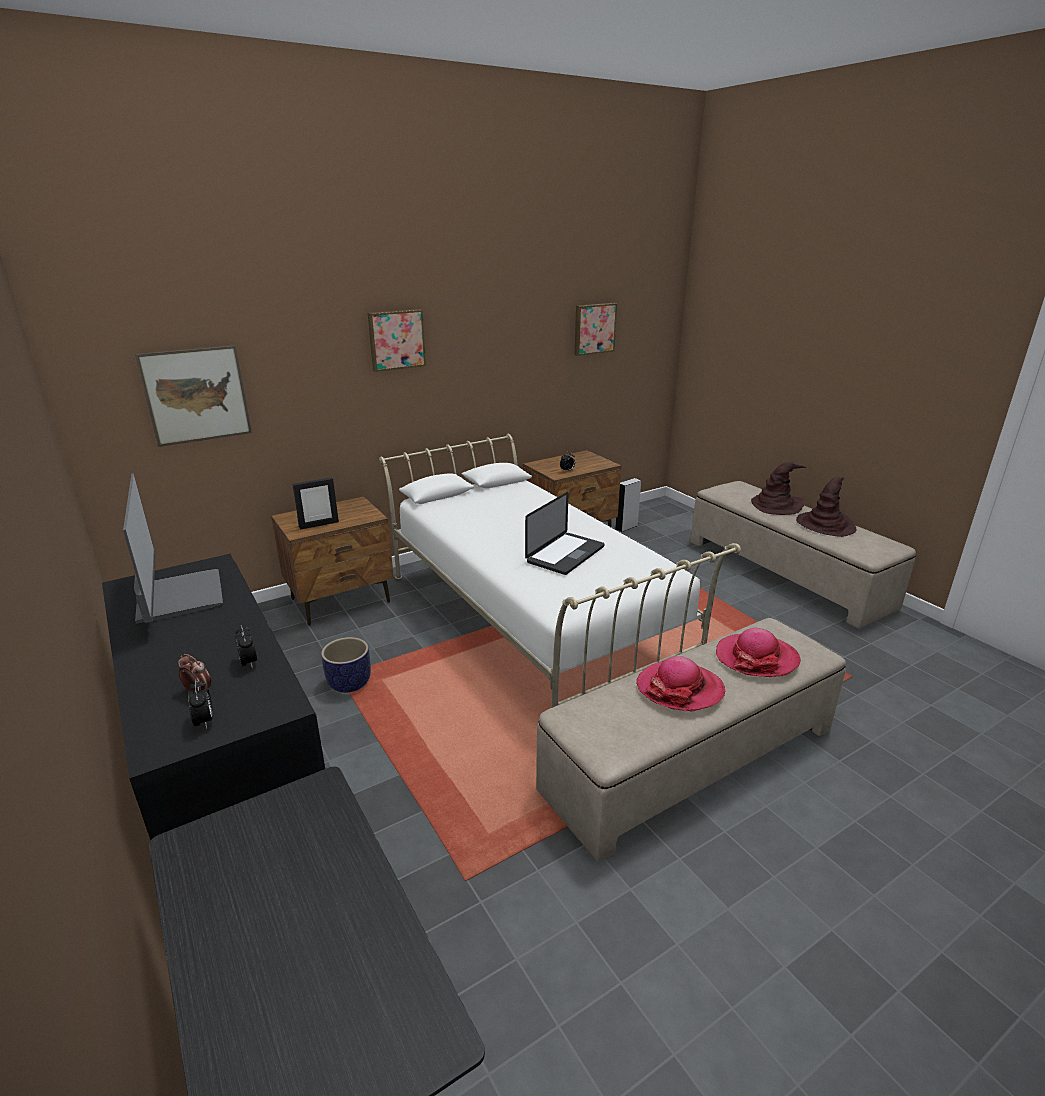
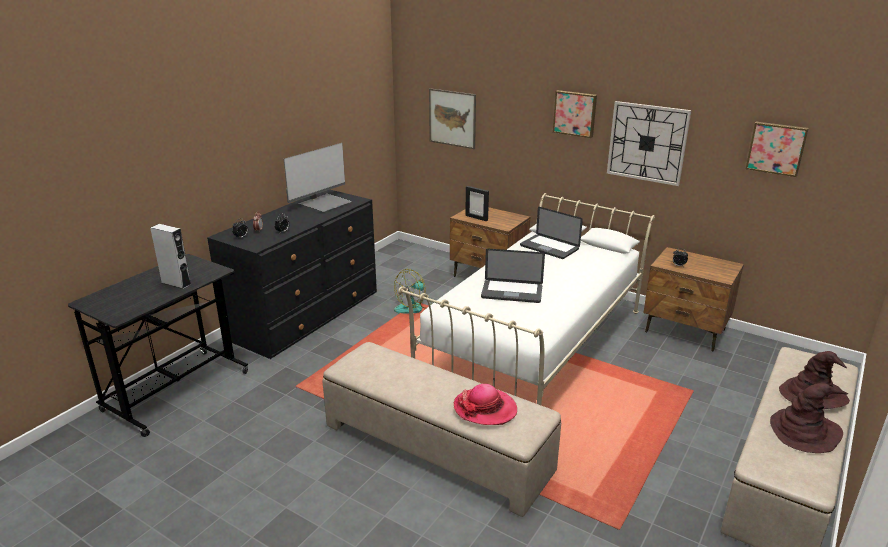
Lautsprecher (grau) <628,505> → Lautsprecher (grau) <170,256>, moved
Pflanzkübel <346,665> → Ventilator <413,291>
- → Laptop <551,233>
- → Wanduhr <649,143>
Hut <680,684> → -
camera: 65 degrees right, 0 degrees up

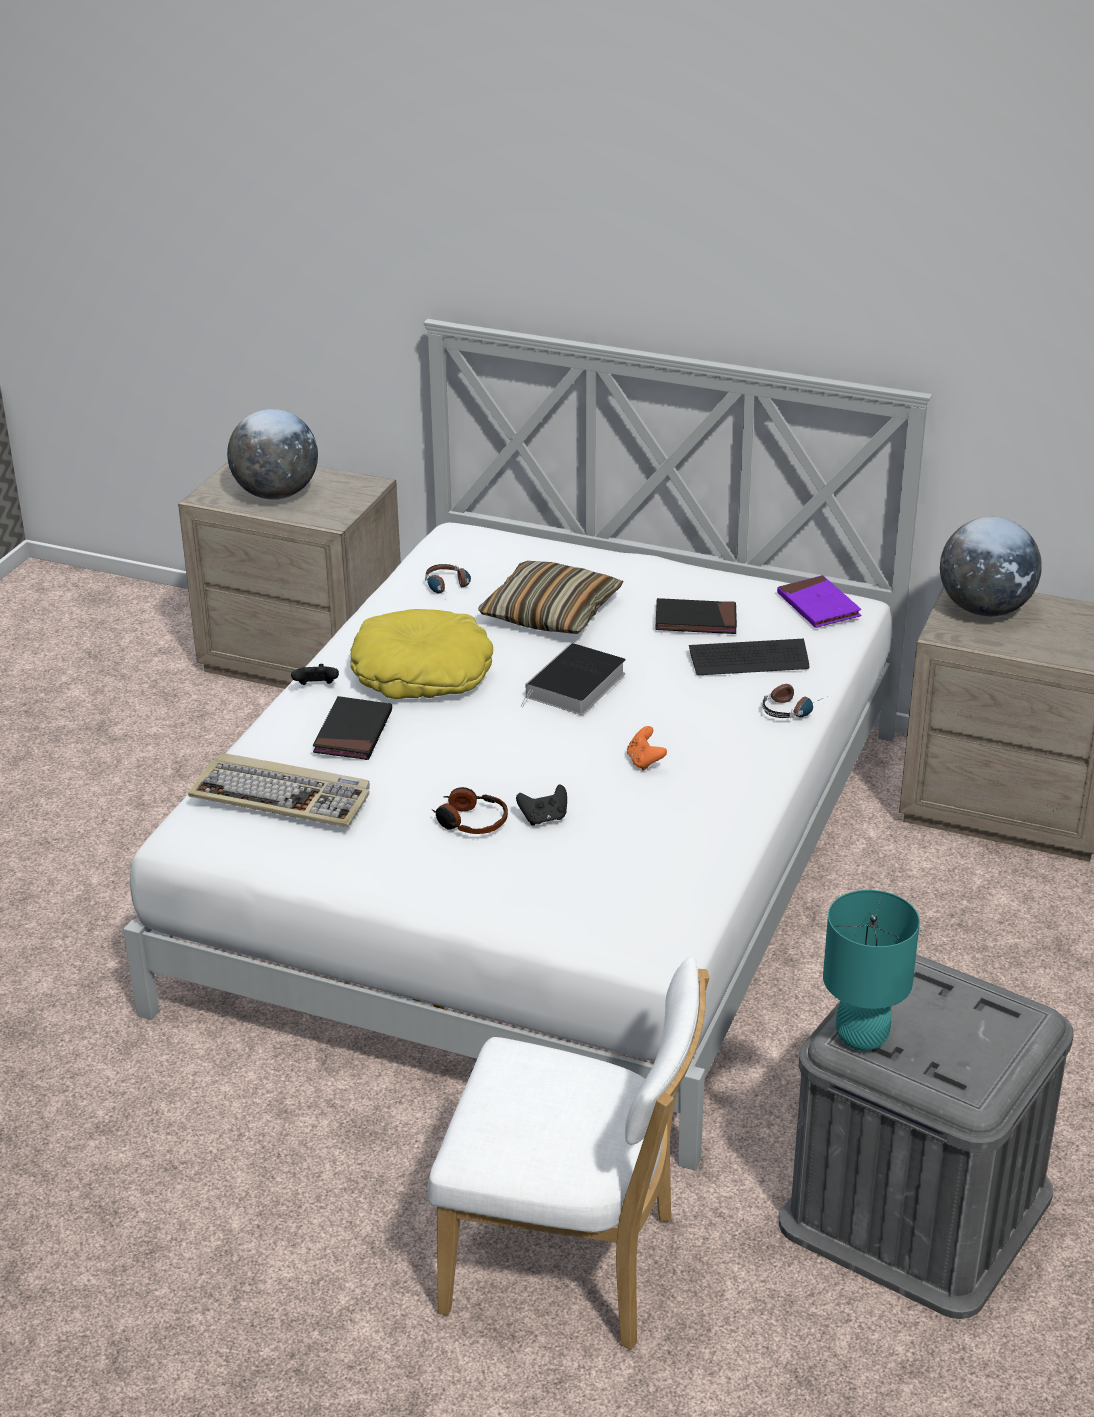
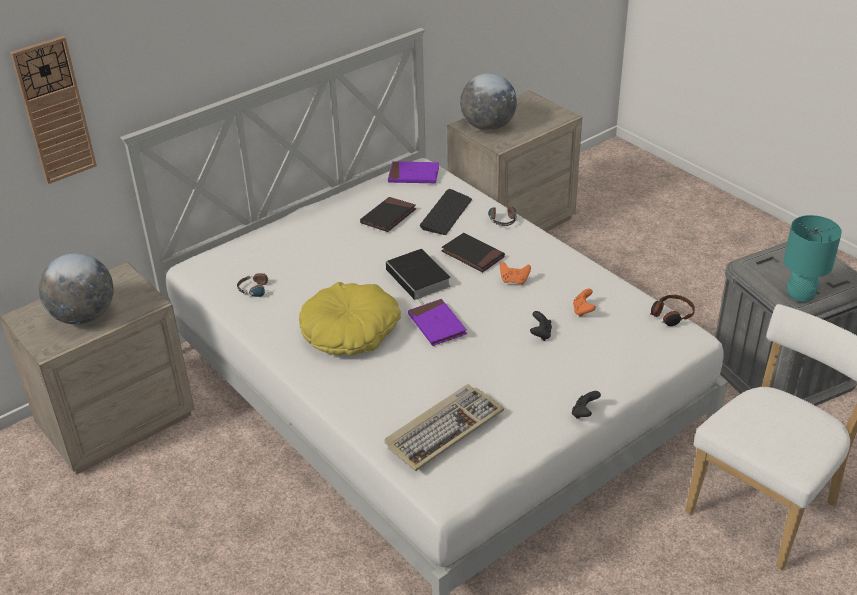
- → Wanduhr <53,110>
- → Buch (lila) <437,322>
Buch (schwarz) <352,728> → Buch (schwarz) <473,252>, moved
Gamepad (schwarz) <315,674> → Gamepad (schwarz) <586,405>, moved
- → Gamepad (orange) <584,303>
Kopfhörer <470,810> → Kopfhörer <672,310>, moved
Kissen <550,597> → -
camera: 60 degrees left, 5 degrees up

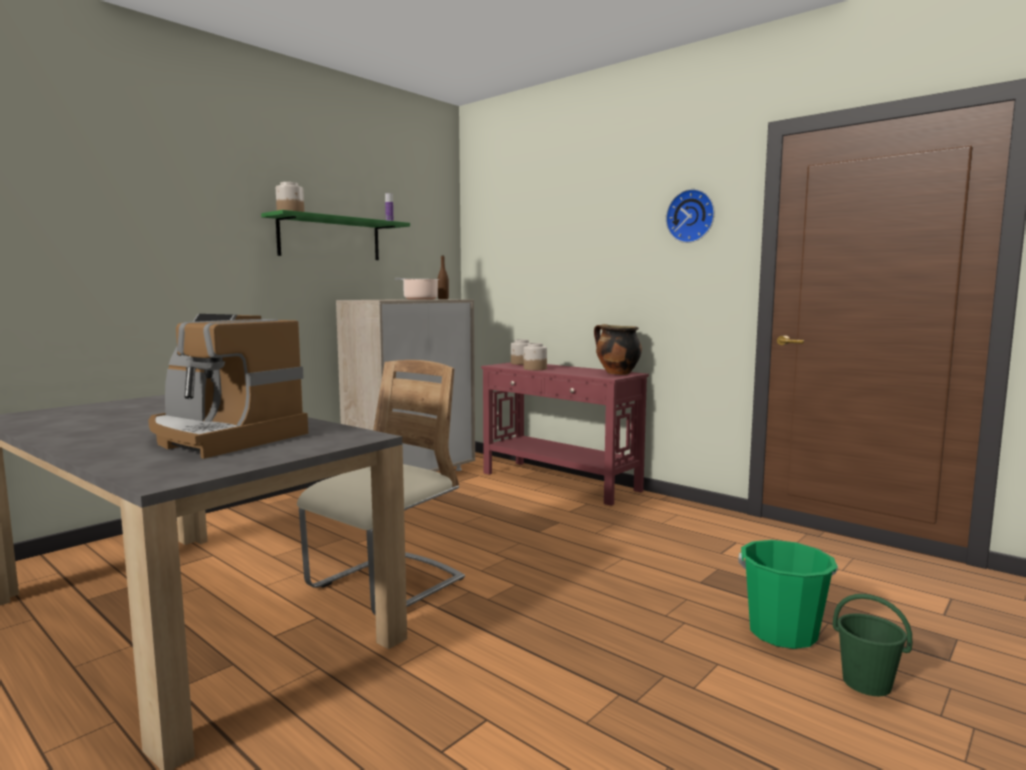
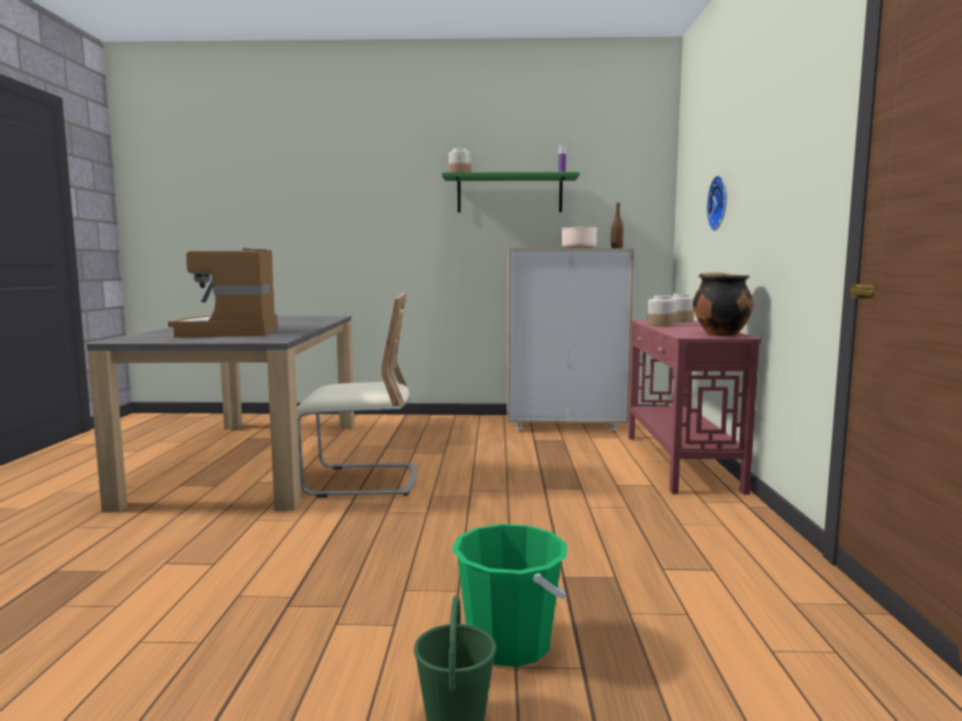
Wanduhr <690,216> → Wanduhr <716,203>, moved
camera: 50 degrees right, 0 degrees up

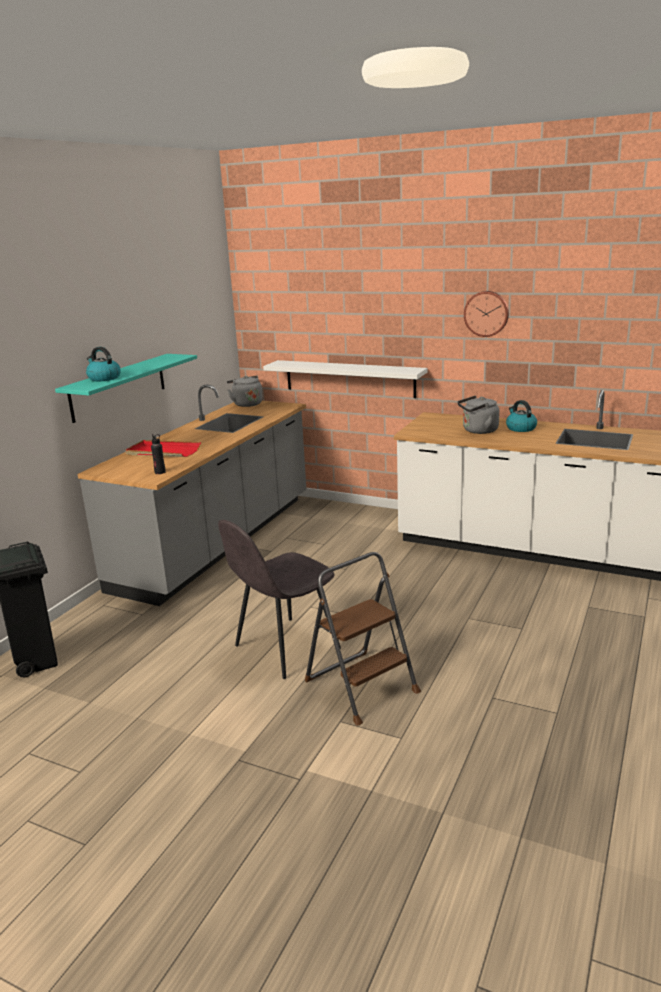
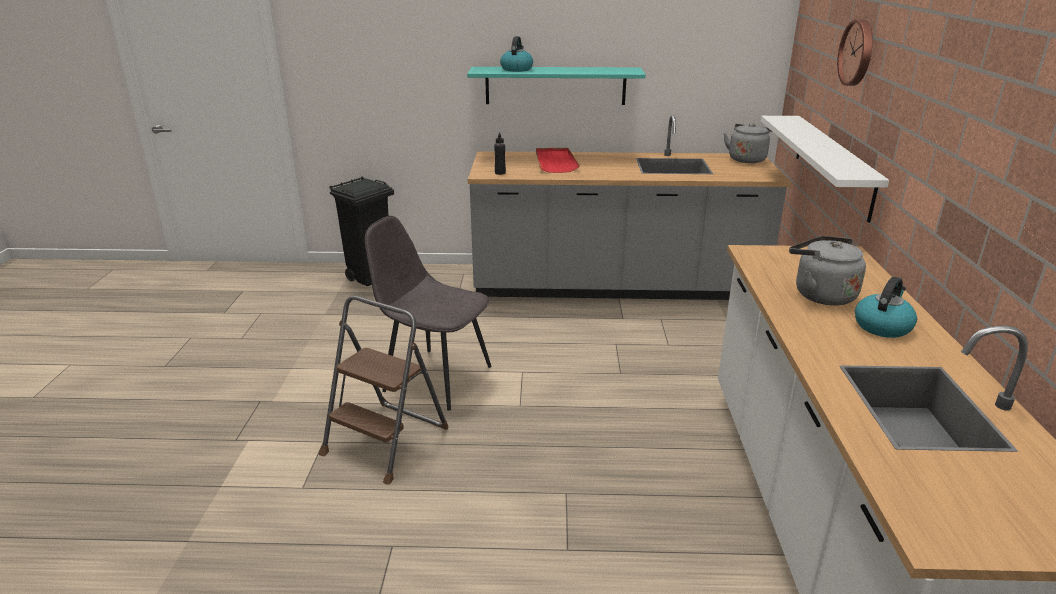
Wanduhr <486,314> → Wanduhr <855,52>, moved
camera: 65 degrees right, 5 degrees up

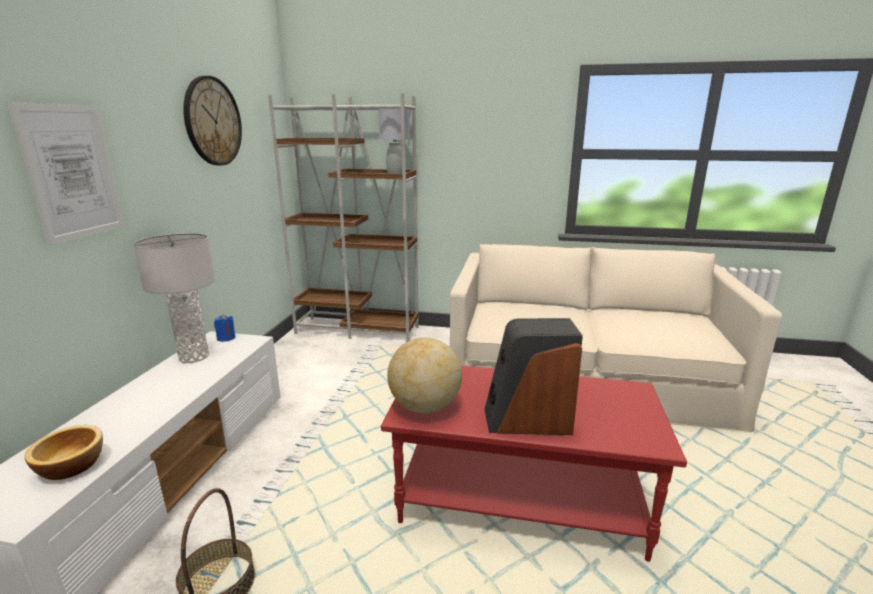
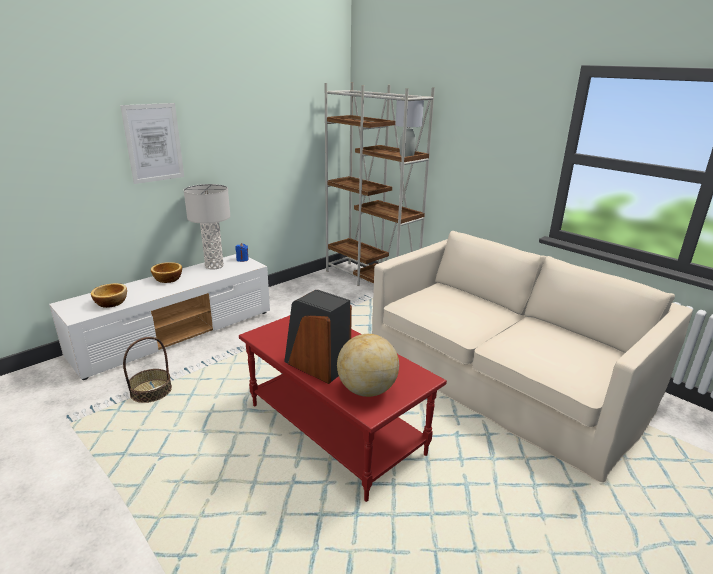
- → Schüssel <166,272>
Globus <424,375> → Globus <368,365>, moved
Wanduhr <212,120> → -
camera: 35 degrees right, 5 degrees up

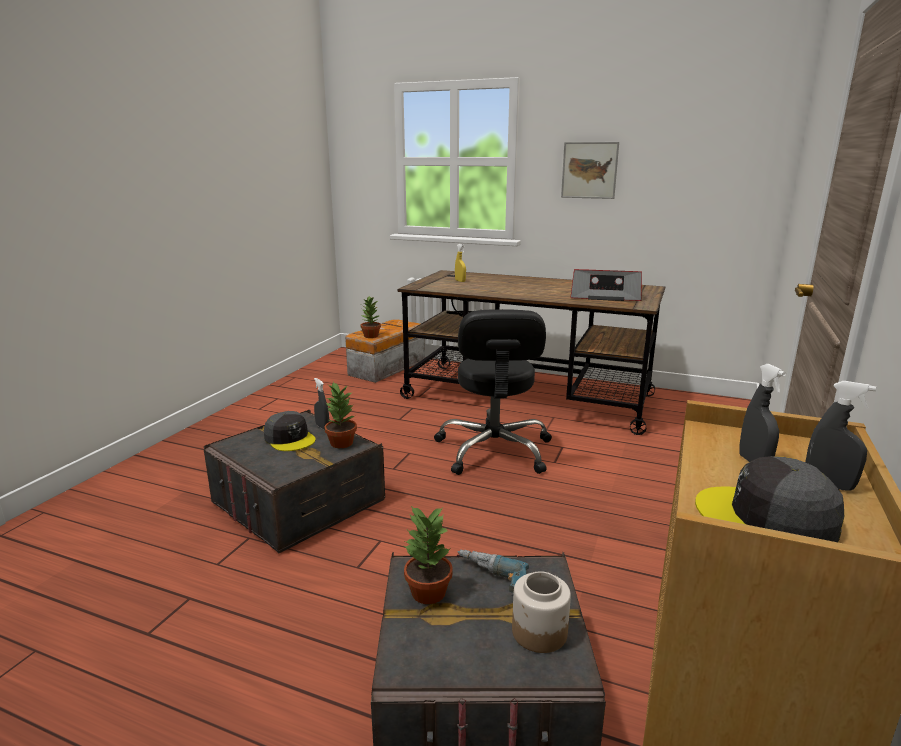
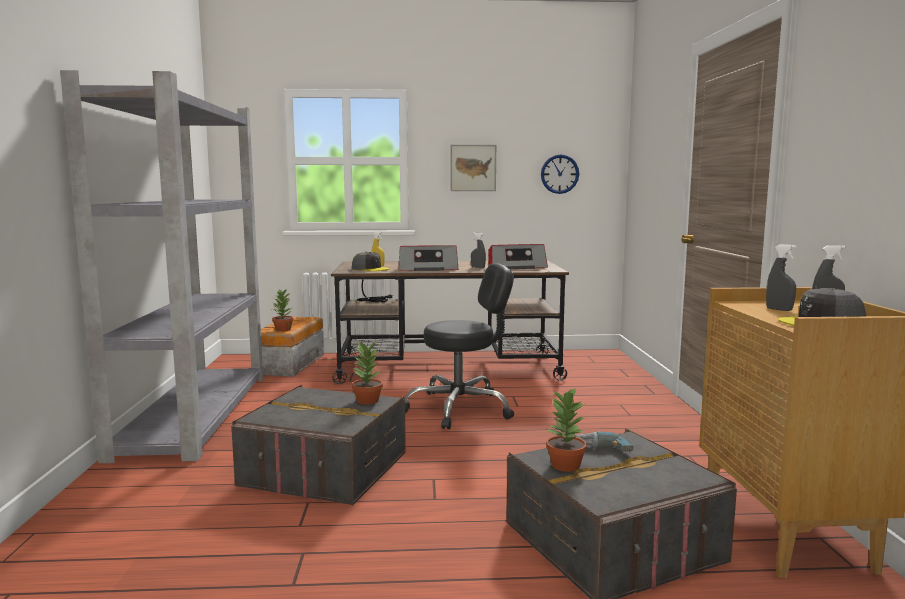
- → Bücherregal (grau) <161,266>
Kappe (grau) <290,431> → Kappe (grau) <371,261>, moved
- → Radio <428,258>
Bürostuhl (schwarz) <493,392> → Bürostuhl (schwarz) <459,346>, 75 degrees counterclockwise
Sprühflasche (grau) <322,404> → Sprühflasche (grau) <478,250>, moved
- → Wanduhr <560,174>
Vorratsglas <541,612> → -
camera: 25 degrees left, 10 degrees down

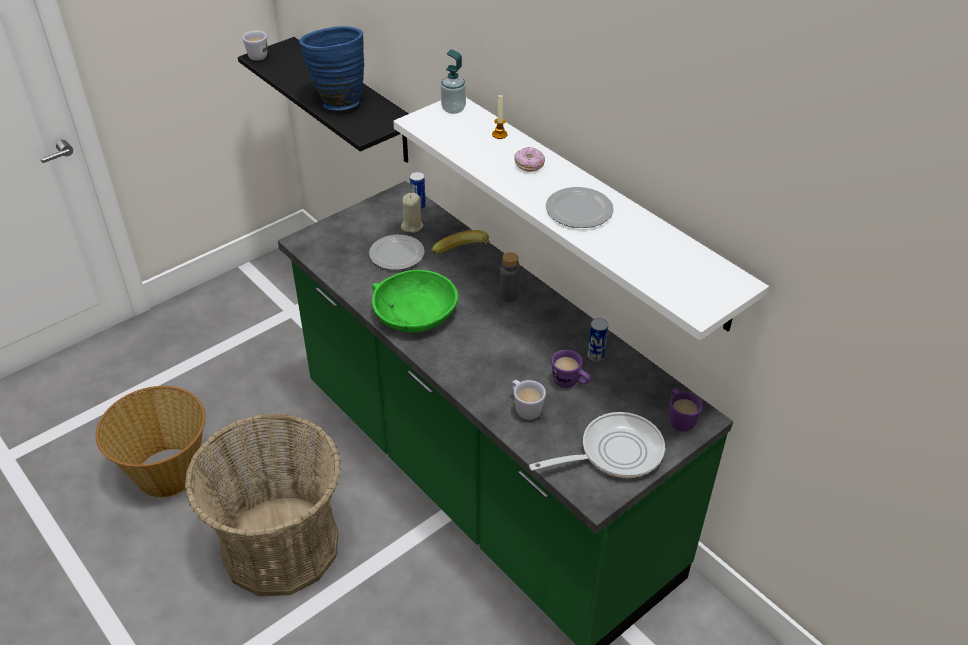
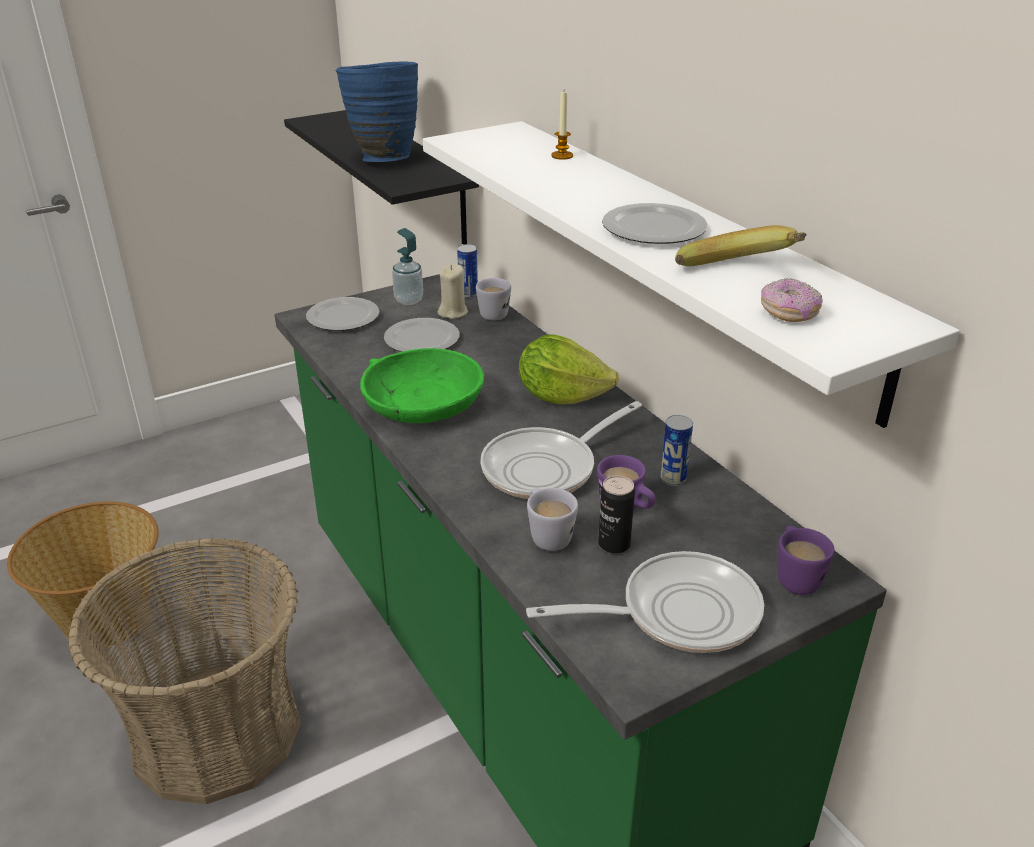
- → Teller <343,314>
Seifenspender <453,81> → Seifenspender <407,266>, moved
Henkelbecher (weiß) <255,46> → Henkelbecher (weiß) <493,299>, moved
- → Pfanne <561,450>
Flasche (grau) <510,277> → Salatkopf <569,369>
- → Dose <616,514>
Banane <461,242> → Banane <741,245>, moved
Donut <529,159> → Donut <792,300>, moved
camera: 10 degrees right, 10 degrees down

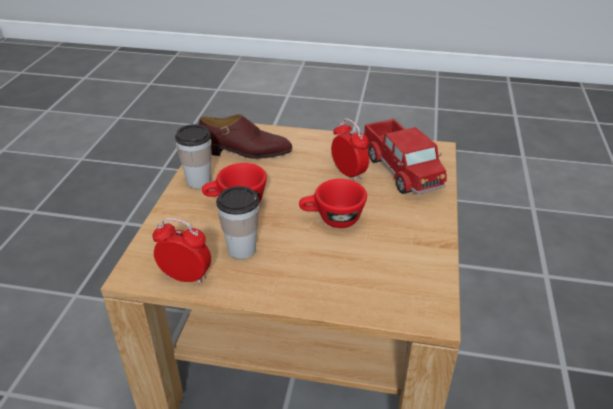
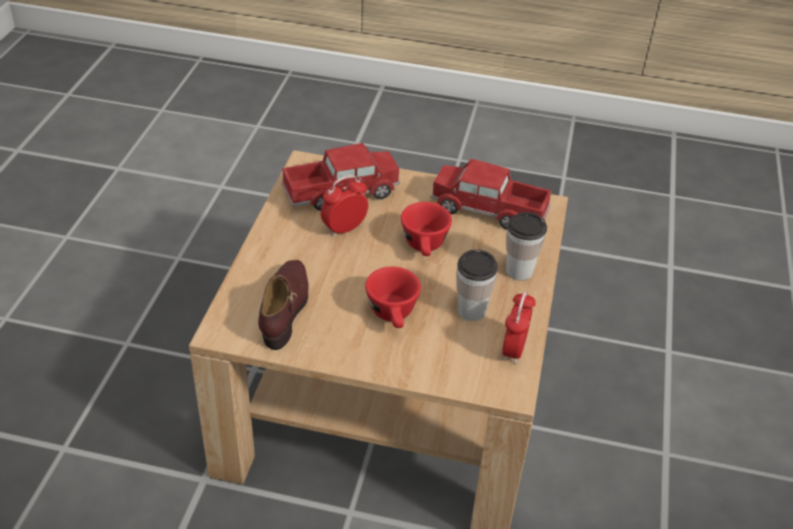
- → Spielzeuglaster <491,194>
Tasse <193,156> → Tasse <526,246>, moved
camera: 90 degrees left, 5 degrees up

